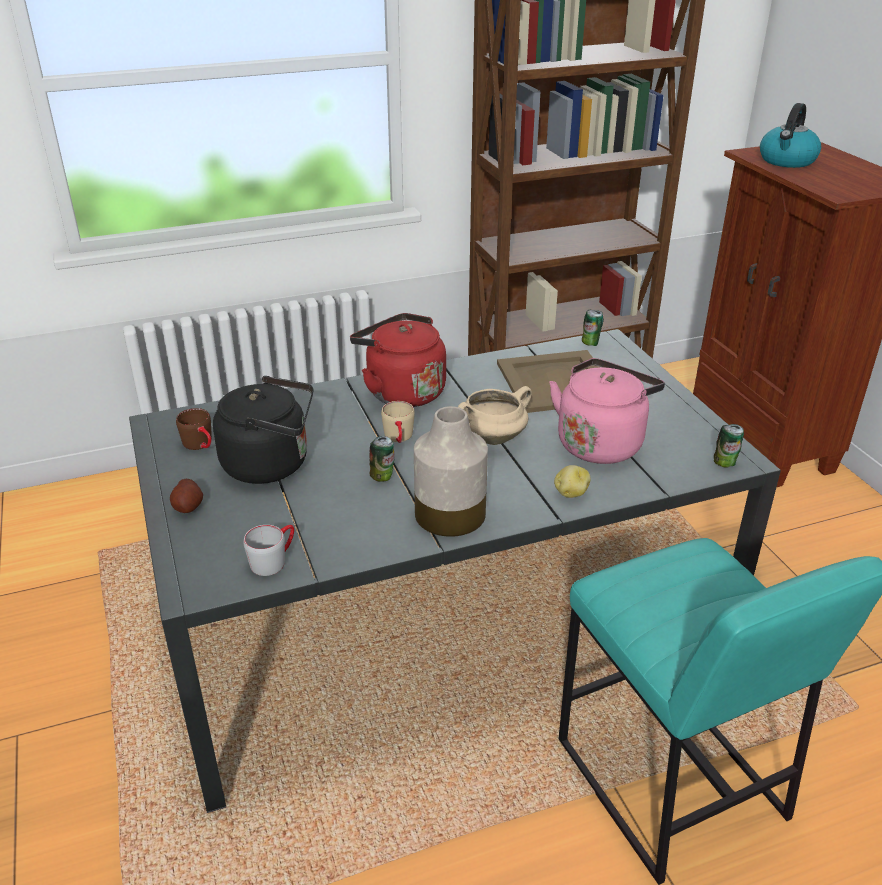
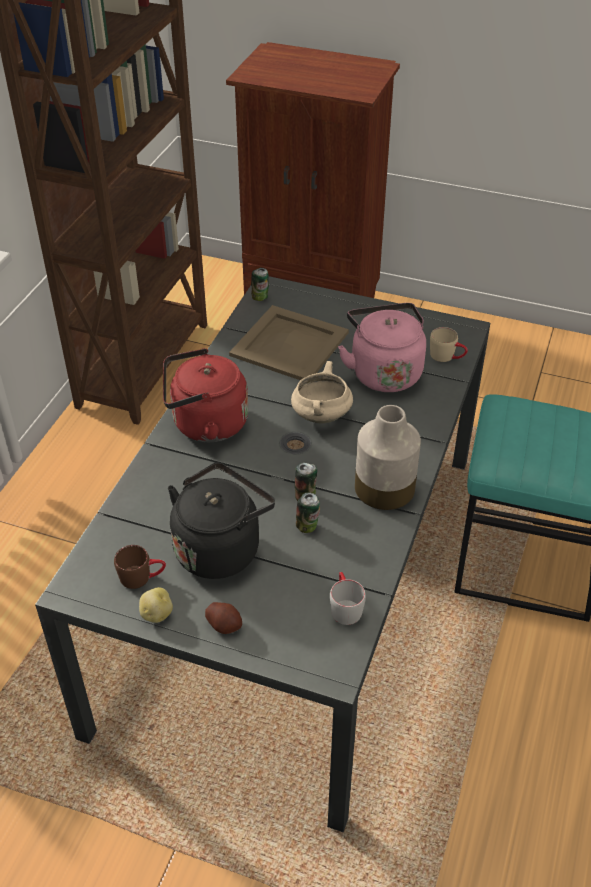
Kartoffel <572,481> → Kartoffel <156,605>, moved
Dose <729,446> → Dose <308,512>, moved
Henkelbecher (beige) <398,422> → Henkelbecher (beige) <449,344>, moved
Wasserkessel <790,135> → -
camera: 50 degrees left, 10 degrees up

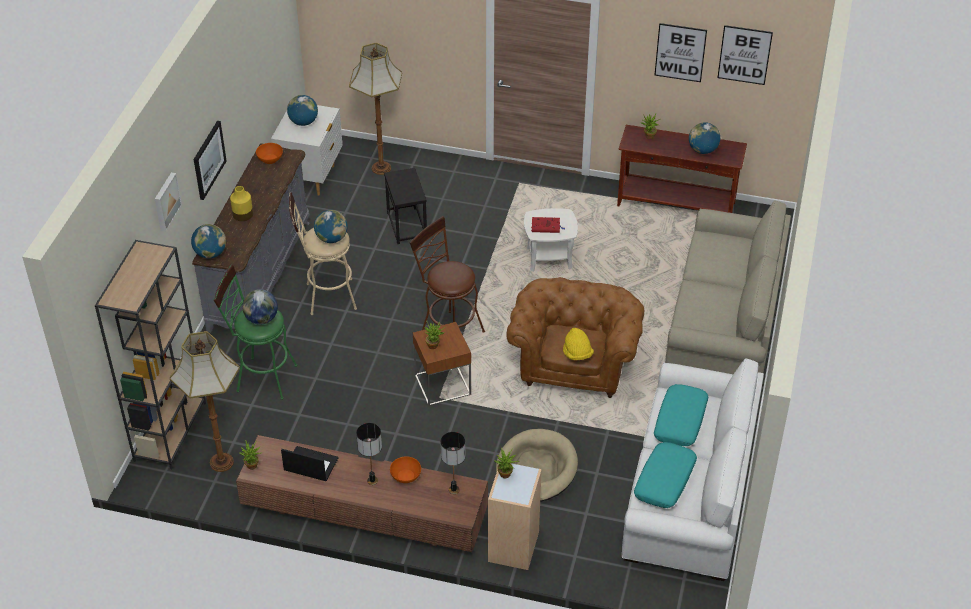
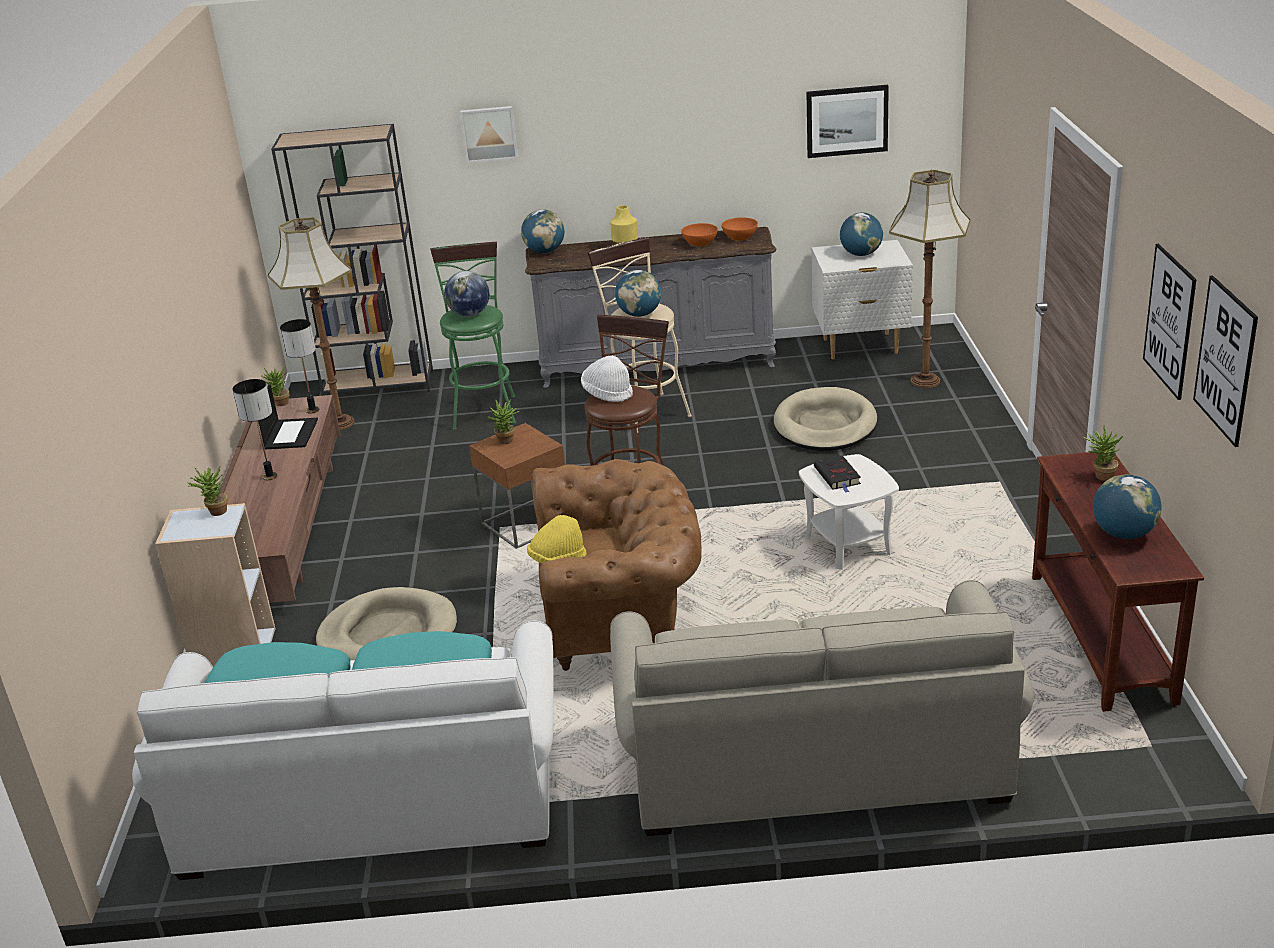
Tischlampe <453,463> → Tischlampe <299,366>, moved
- → Hut (weiß) <607,379>
Schüssel (orange) <405,469> → Schüssel (orange) <699,235>, moved
Beistelltisch (schwarz) <405,206> → Hundebett (beige) <825,419>
Bild <210,160> → Bild <848,121>, moved
Buch (rot) <548,225> → Buch (schwarz) <837,474>
camera: 75 degrees right, 15 degrees down

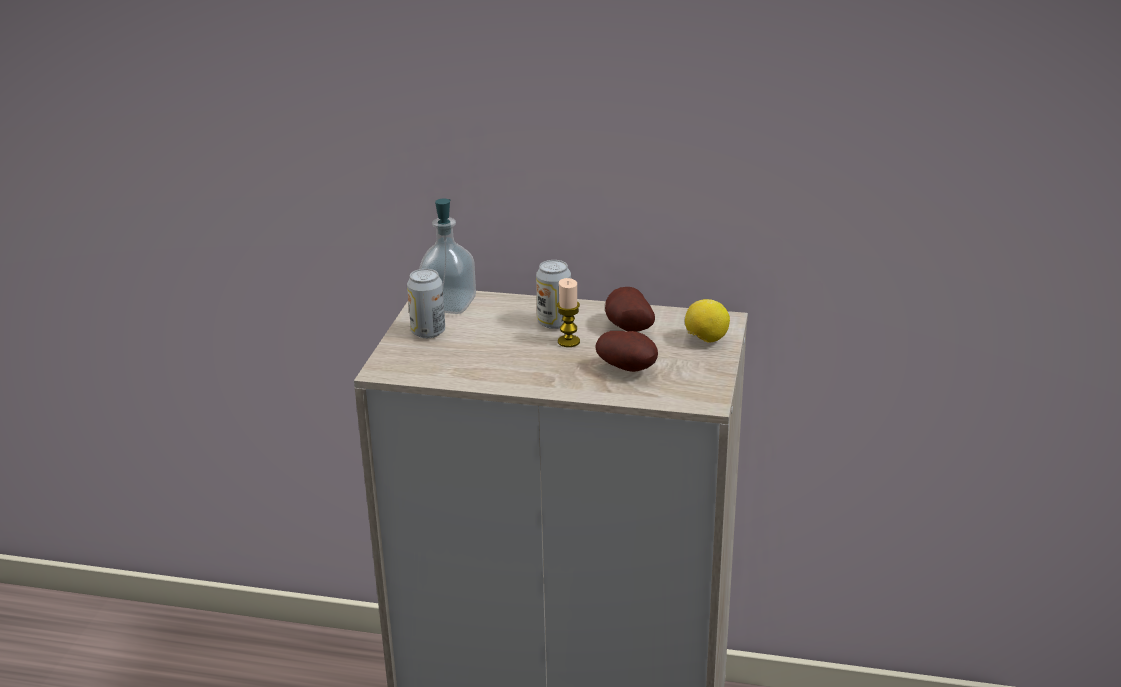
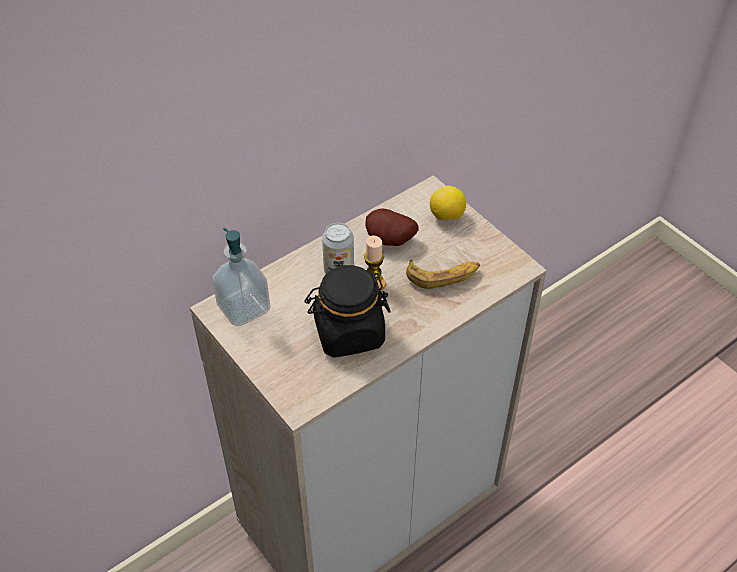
- → Vorratsglas (schwarz) <347,311>
Kartoffel <626,351> → Banane <443,274>
Dose <426,303> → -
camera: 50 degrees left, 20 degrees up

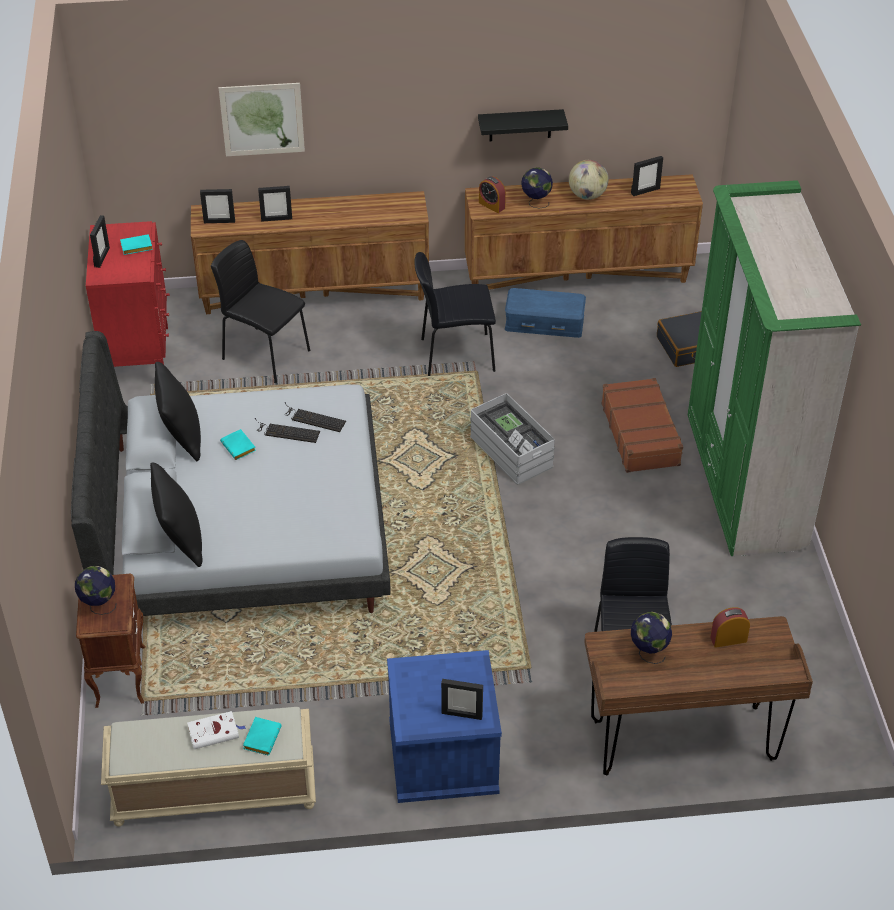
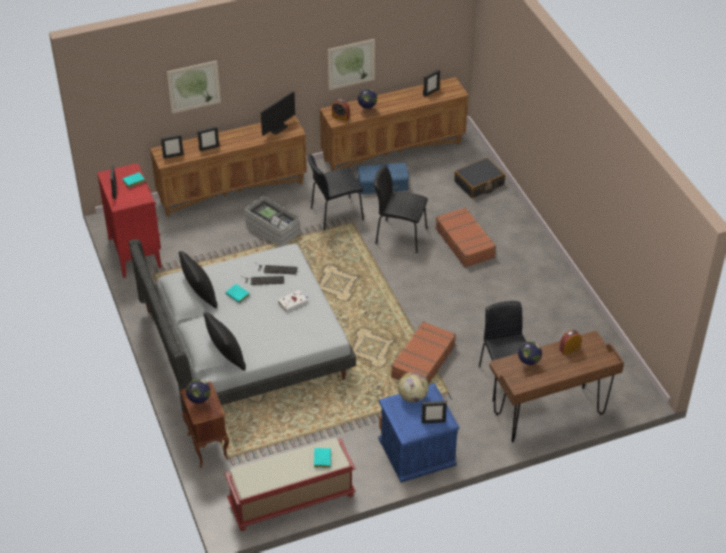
Bank (beige) <208,767> → Bank (rot) <290,484>
Aufbewahrungsbox (grau) <512,438> → Aufbewahrungsbox (grau) <272,221>, moved
- → Monitor <278,113>
Buch (weiß) <216,730> → Buch (weiß) <293,301>, moved
Wandregal (schwarz) <523,125> → Bild <351,64>
Stuhl (schwarz) <260,312> → Stuhl (schwarz) <401,209>, moved
- → Koffer (braun) <423,353>
Globus <589,180> → Globus <413,387>, moved
Kleiderschrank (grün) <774,368> → -
camera: 15 degrees left, 0 degrees up

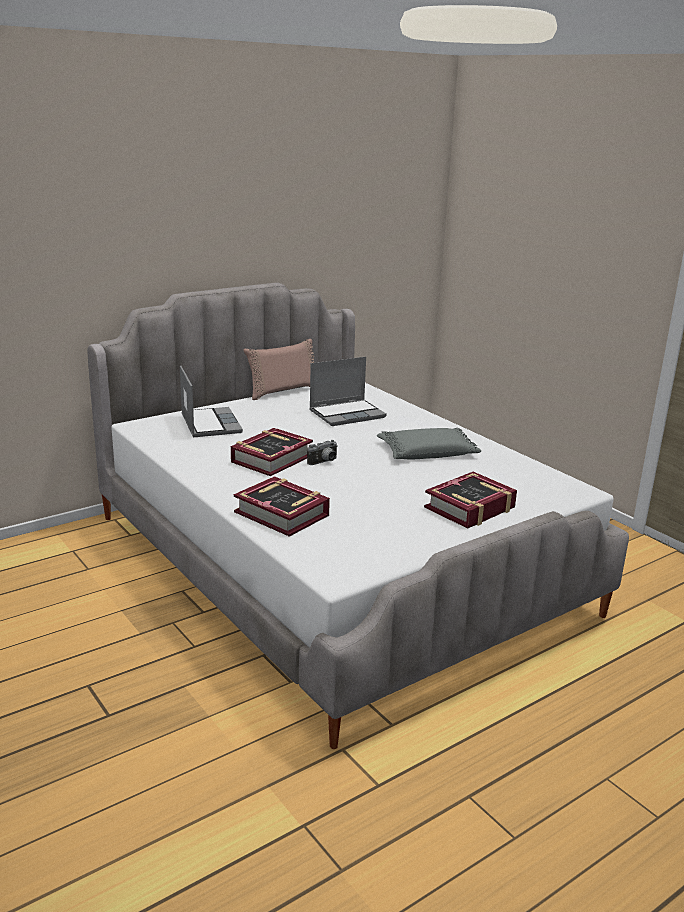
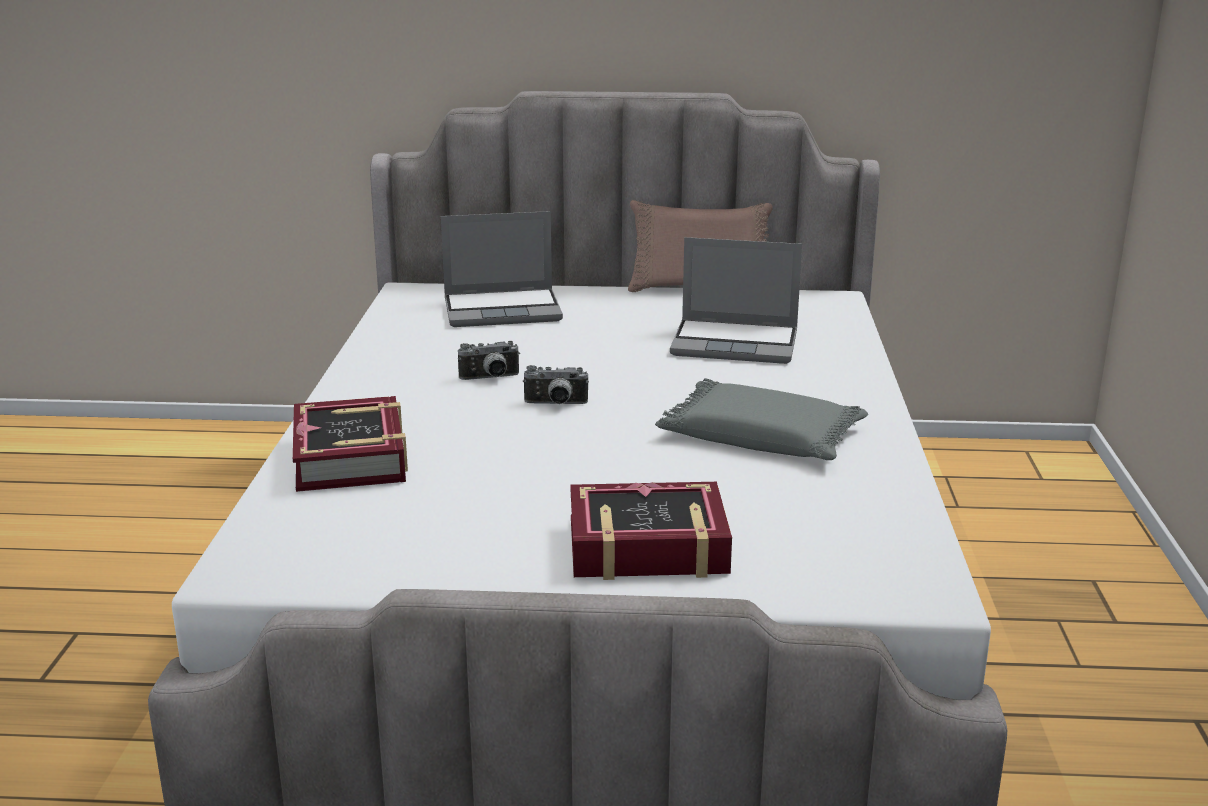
Laptop <211,401> → Laptop <502,269>, 60 degrees clockwise
Buch <272,452> → Kamera <489,360>
camera: 40 degrees right, 0 degrees up

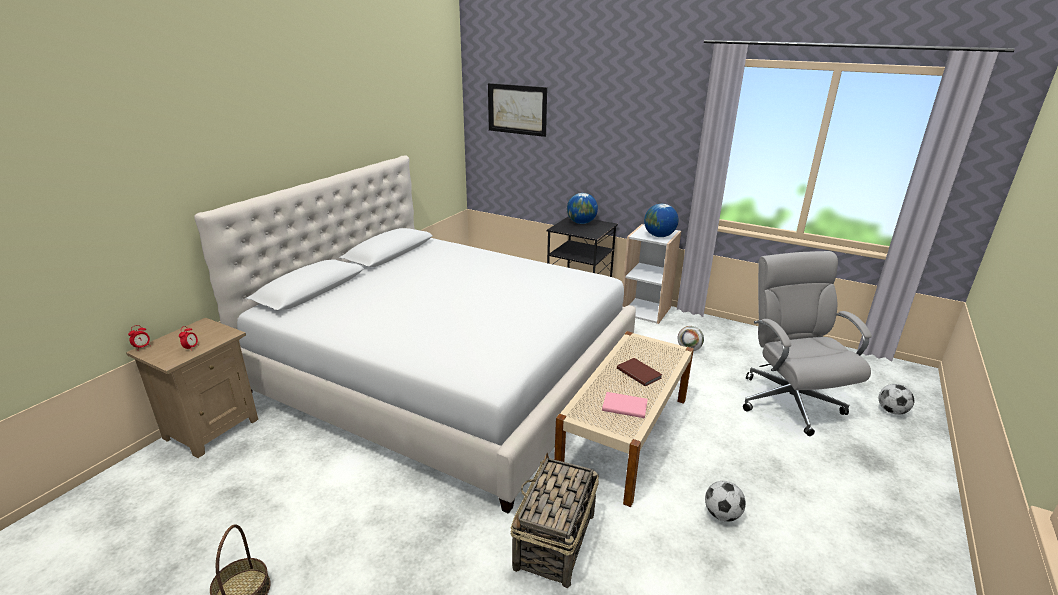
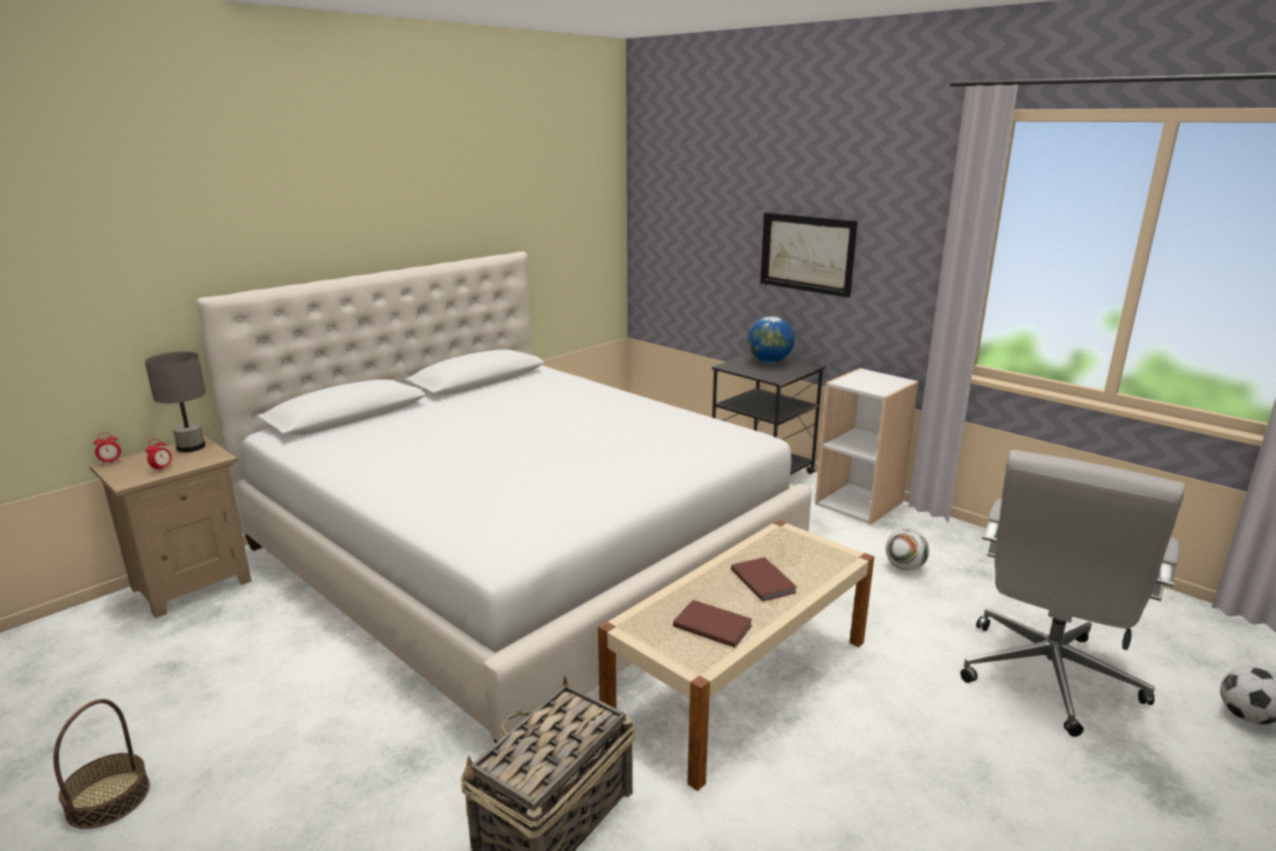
- → Tischlampe (grau) <175,401>
Buch (rosa) <625,405> → Buch (braun) <712,624>
Bild <517,110> → Bild <809,255>, moved
Bürostuhl (grau) <807,343> → Bürostuhl (grau) <1072,593>, 150 degrees counterclockwise
Globus <661,220> → -
Fußball <725,501> → -
camera: 15 degrees right, 5 degrees down

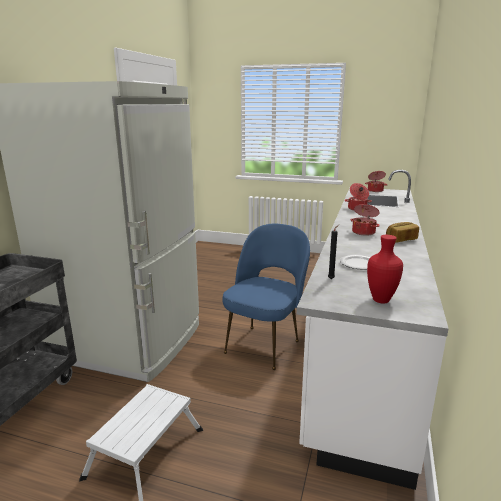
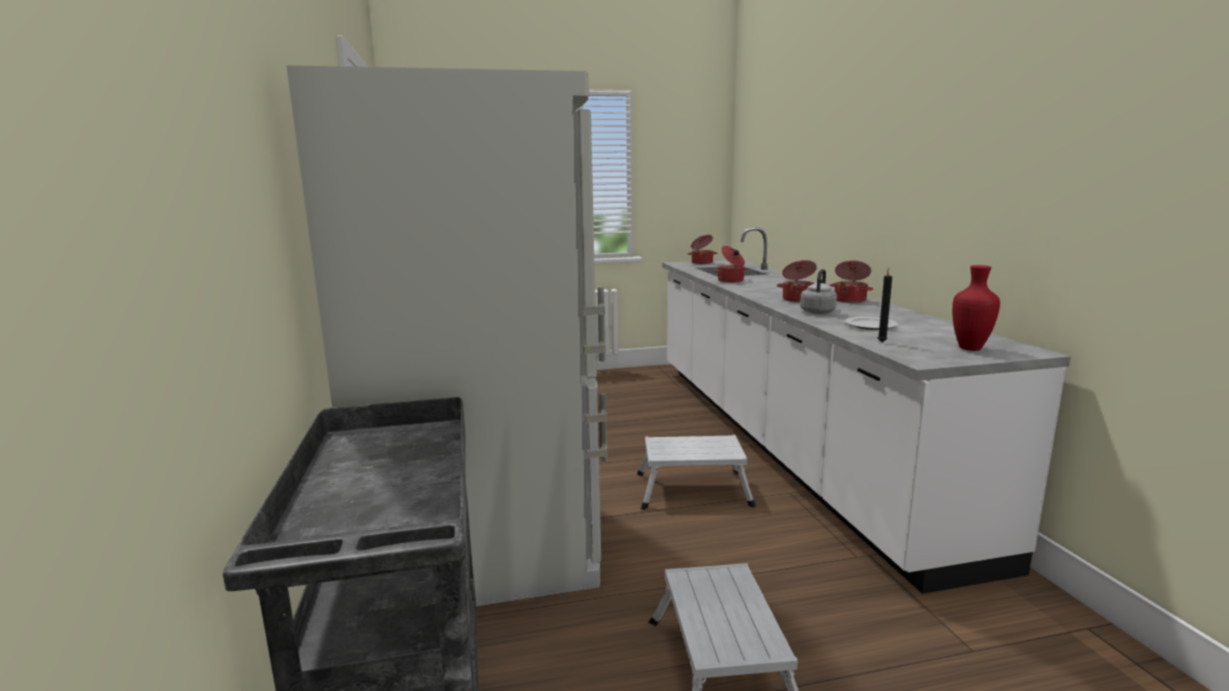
Stuhl (blau) <266,297> → Trittleiter (weiß) <696,472>
- → Wasserkessel (grau) <818,291>
Brot <402,232> → Kochtopf <851,281>
camera: 30 degrees left, 5 degrees down

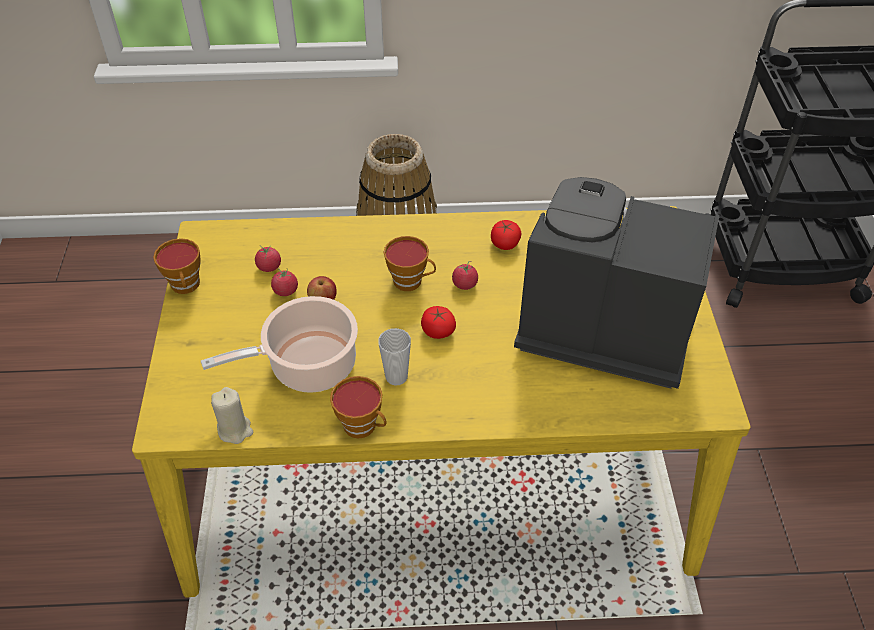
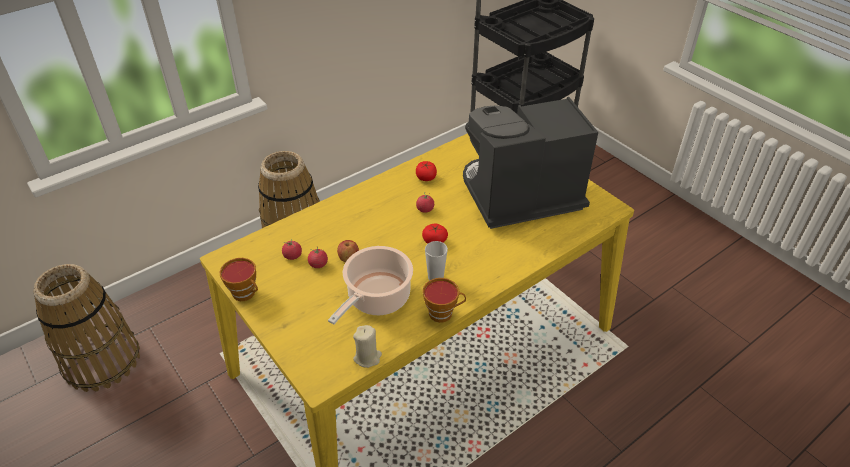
- → Korb <86,328>
Tasse <410,263> → -
camera: 35 degrees left, 5 degrees down

